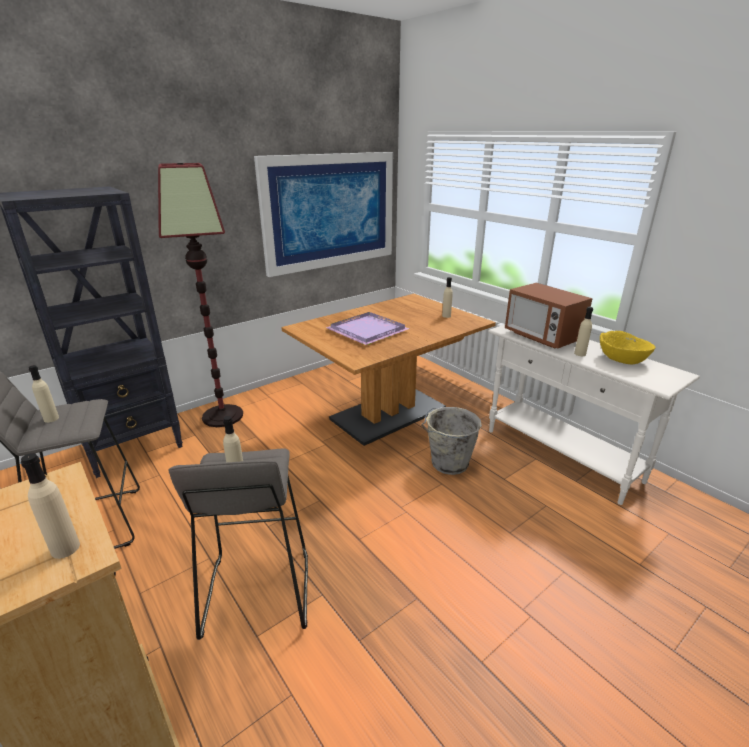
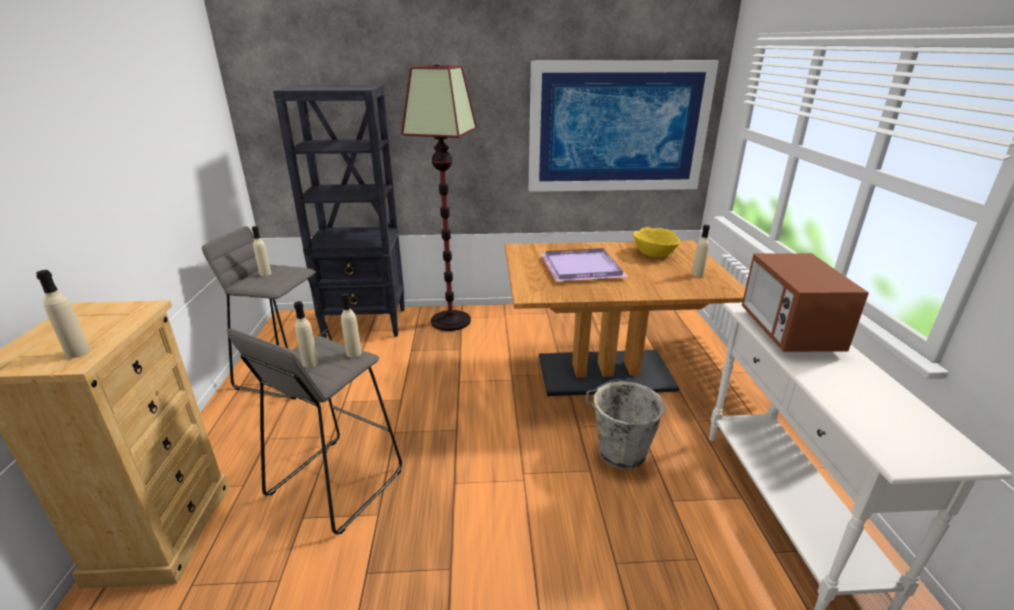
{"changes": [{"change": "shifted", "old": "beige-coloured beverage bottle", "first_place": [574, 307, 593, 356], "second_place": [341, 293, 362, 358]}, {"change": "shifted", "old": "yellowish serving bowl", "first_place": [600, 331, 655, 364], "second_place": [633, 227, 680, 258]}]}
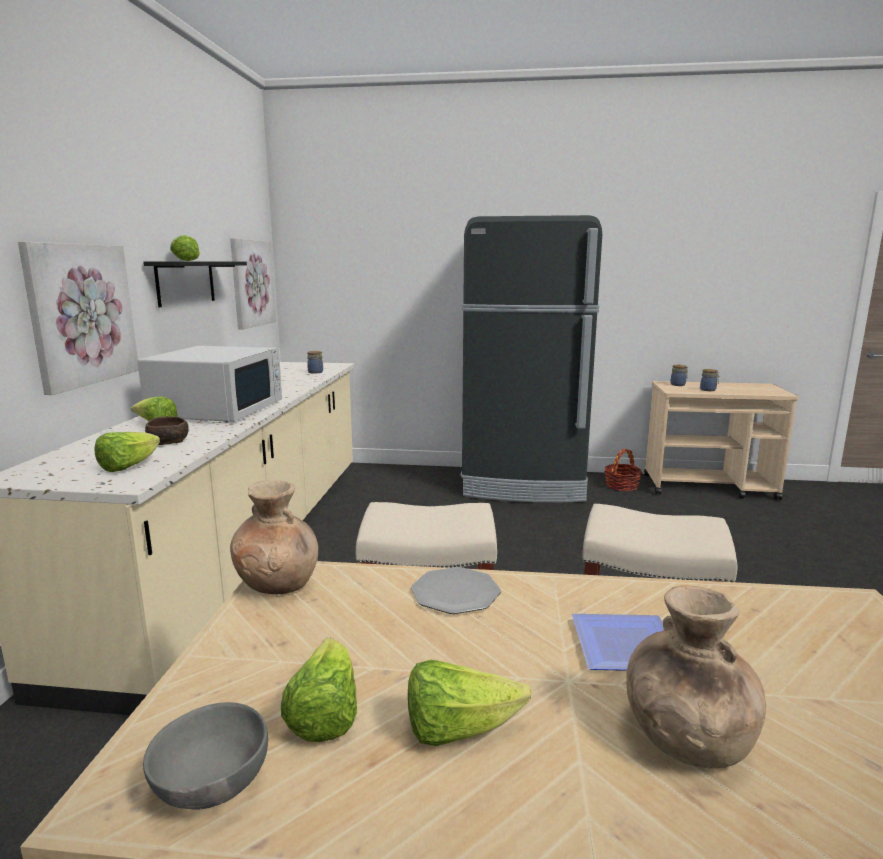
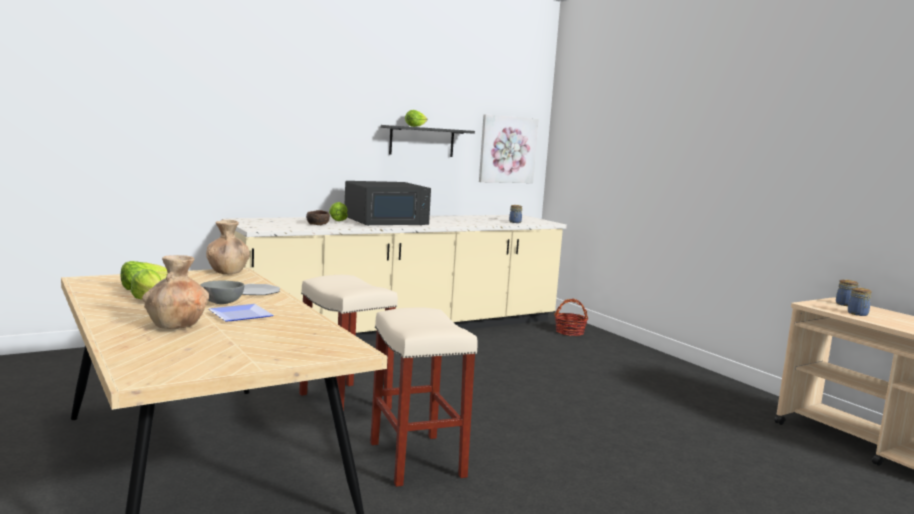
{"changes": [{"change": "gone", "old": "wall picture", "first_place": [18, 242, 139, 395]}, {"change": "gone", "old": "head of lettuce", "first_place": [95, 432, 160, 472]}, {"change": "gone", "old": "blackish kitchen fridge", "first_place": [461, 215, 602, 503]}, {"change": "shifted", "old": "greyish serving bowl", "first_place": [143, 702, 268, 810], "second_place": [200, 281, 244, 304]}, {"change": "shifted", "old": "basket", "first_place": [604, 449, 642, 491], "second_place": [554, 299, 588, 336]}, {"change": "repainted", "old": "white kitchen microwave", "new": "blackish kitchen microwave", "first_place": [137, 346, 282, 422], "second_place": [345, 181, 431, 226]}]}
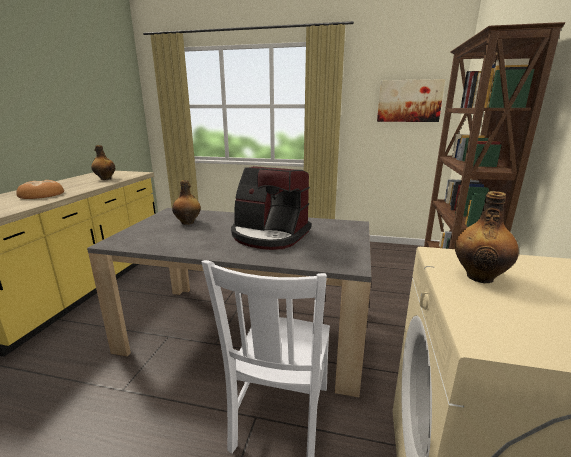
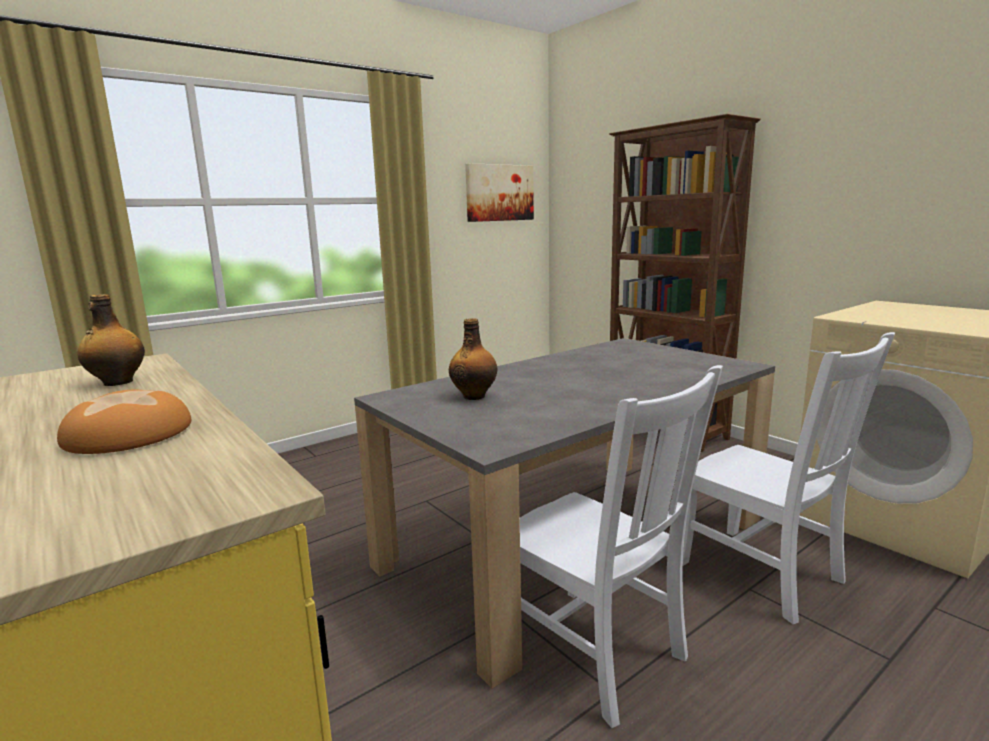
{"changes": [{"change": "gone", "old": "coffee brewer", "first_place": [231, 166, 311, 250]}, {"change": "gone", "old": "beverage bottle", "first_place": [455, 191, 519, 283]}, {"change": "new", "new": "white upright chair", "second_place": [520, 365, 723, 728]}]}
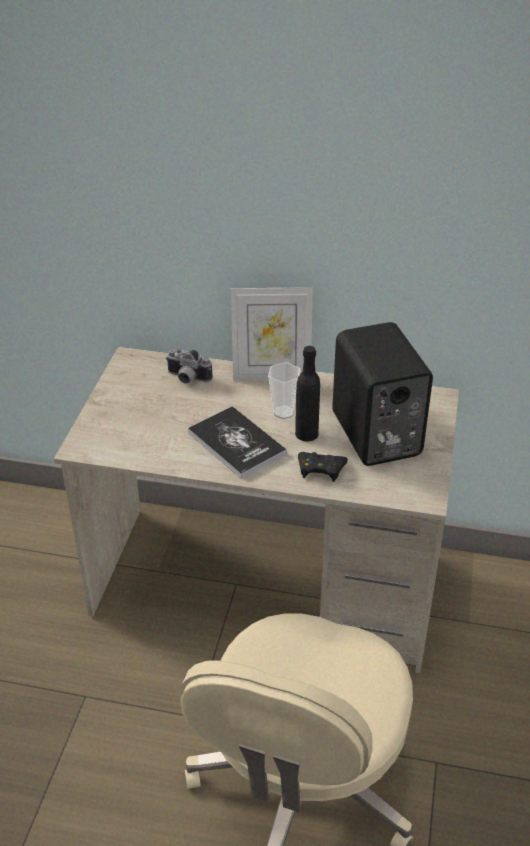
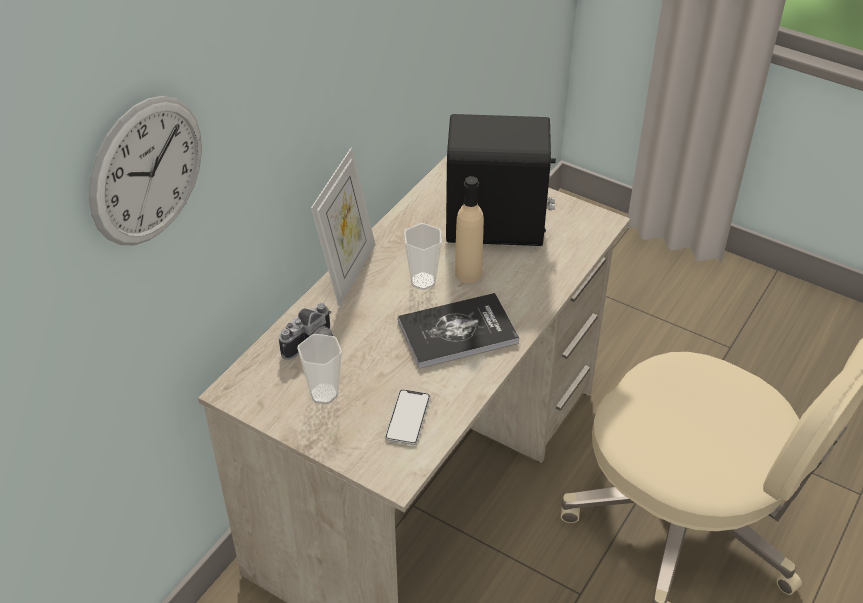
{"changes": [{"change": "gone", "old": "blackish game controller", "first_place": [298, 452, 348, 482]}, {"change": "new", "new": "wall clock", "second_place": [89, 96, 202, 245]}, {"change": "new", "new": "small cup", "second_place": [297, 334, 342, 404]}, {"change": "new", "new": "handset", "second_place": [385, 389, 431, 445]}, {"change": "repainted", "old": "blackish beverage bottle", "new": "beige-coloured beverage bottle", "first_place": [295, 346, 320, 441], "second_place": [455, 176, 484, 283]}]}
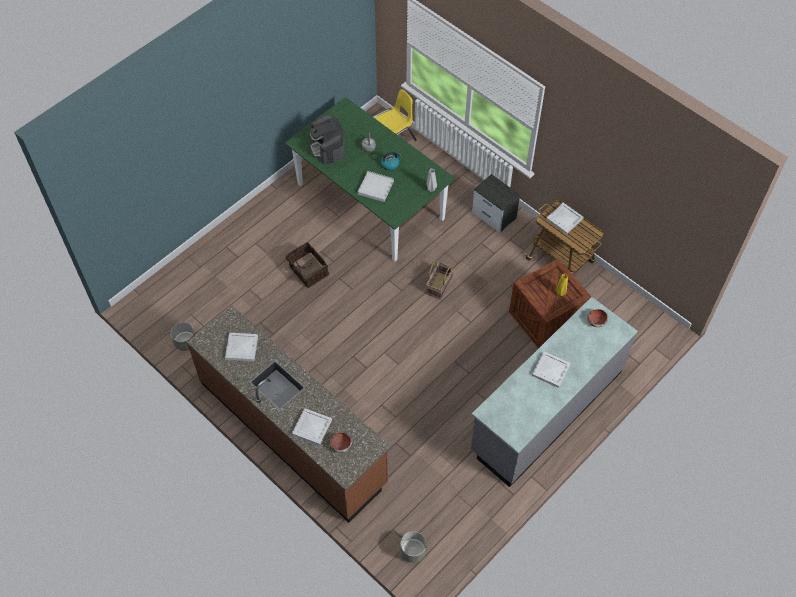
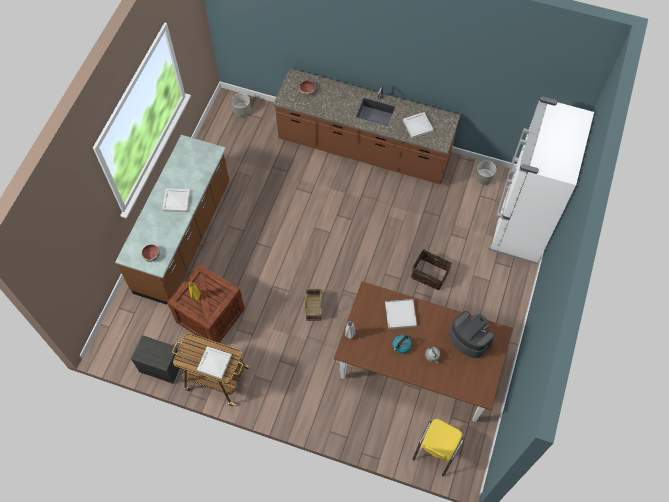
{"changes": [{"change": "gone", "old": "white tray", "first_place": [292, 408, 332, 446]}, {"change": "new", "new": "white kitchen fridge", "second_place": [488, 96, 594, 264]}, {"change": "shifted", "old": "nightstand", "first_place": [472, 174, 520, 233], "second_place": [131, 335, 182, 384]}, {"change": "repainted", "old": "green kitchen table", "new": "brownish kitchen table", "first_place": [285, 97, 455, 262], "second_place": [334, 281, 513, 422]}, {"change": "repainted", "old": "greyish counter", "new": "brownish counter", "first_place": [471, 297, 637, 487], "second_place": [115, 135, 229, 305]}]}
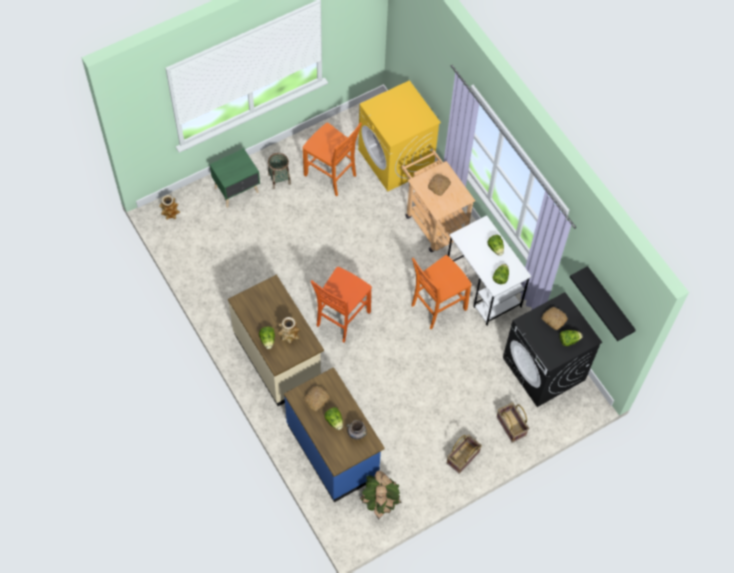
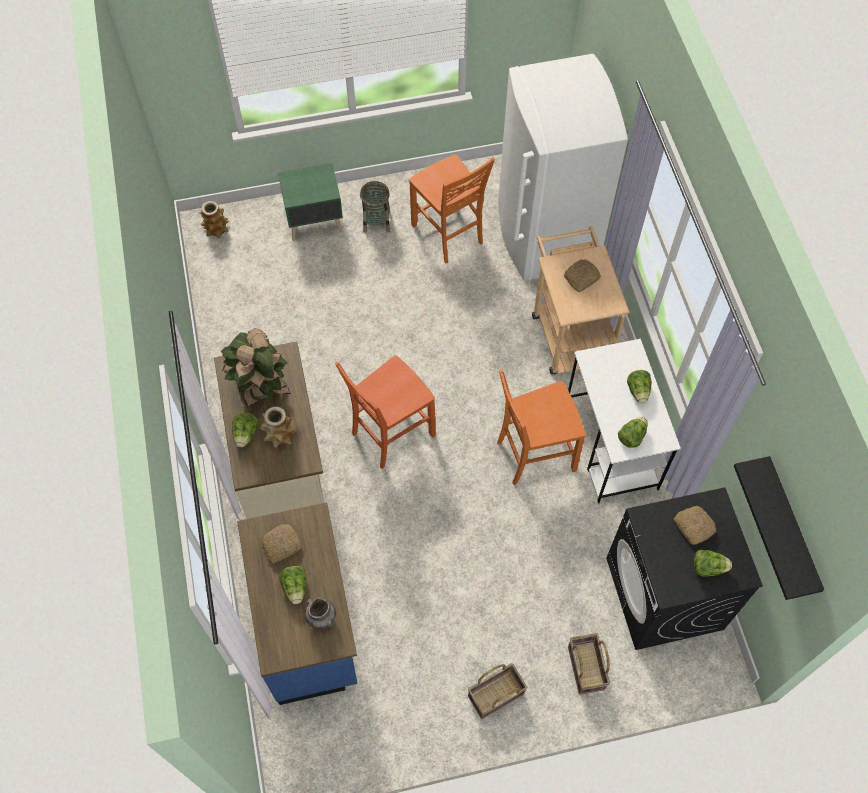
{"changes": [{"change": "shifted", "old": "houseplant", "first_place": [360, 471, 402, 519], "second_place": [220, 328, 291, 408]}, {"change": "swapped", "old": "yellowish laundry machine", "new": "white kitchen fridge", "first_place": [358, 80, 441, 191], "second_place": [498, 54, 628, 281]}]}
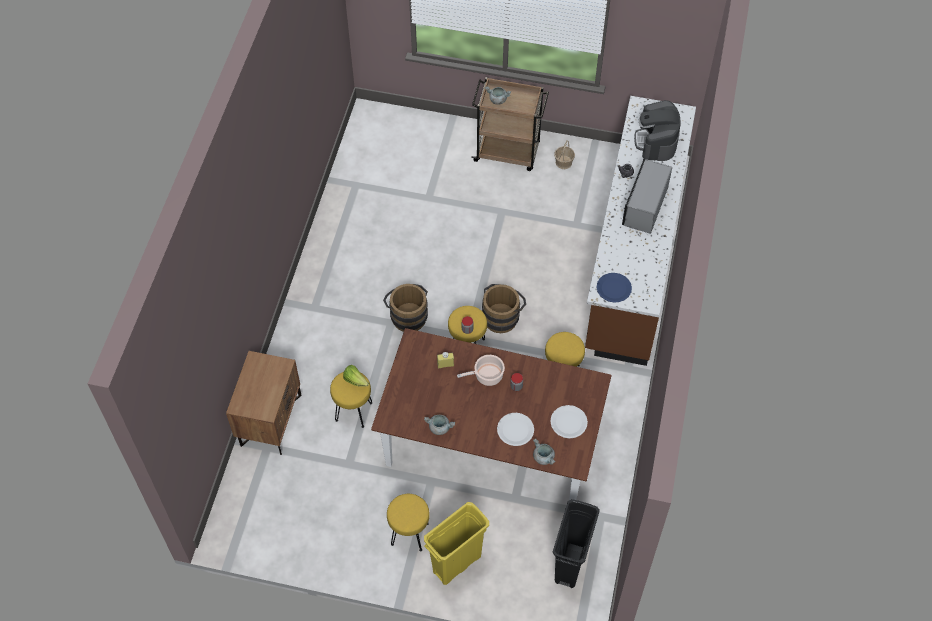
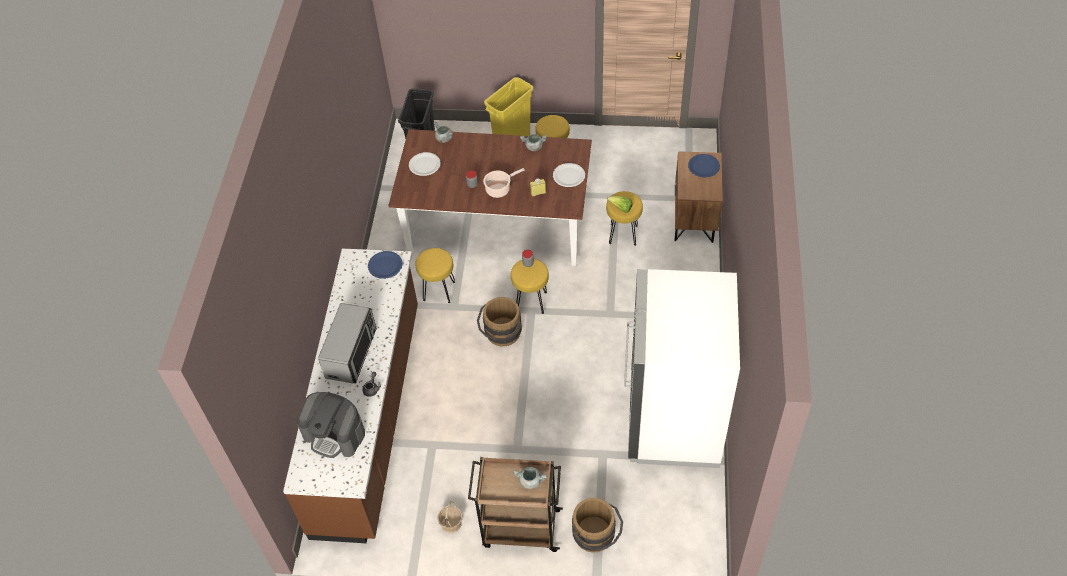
{"changes": [{"change": "new", "new": "white kitchen fridge", "second_place": [624, 269, 740, 468]}, {"change": "new", "new": "blue-coloured flat dish", "second_place": [688, 154, 720, 178]}, {"change": "shifted", "old": "brownish bucket", "first_place": [383, 284, 428, 332], "second_place": [572, 498, 623, 553]}, {"change": "shifted", "old": "white flat dish", "first_place": [497, 413, 534, 446], "second_place": [553, 163, 585, 187]}, {"change": "rotated", "old": "coffee brewer", "first_place": [634, 100, 681, 161], "second_place": [297, 392, 365, 458], "degrees": 120}]}
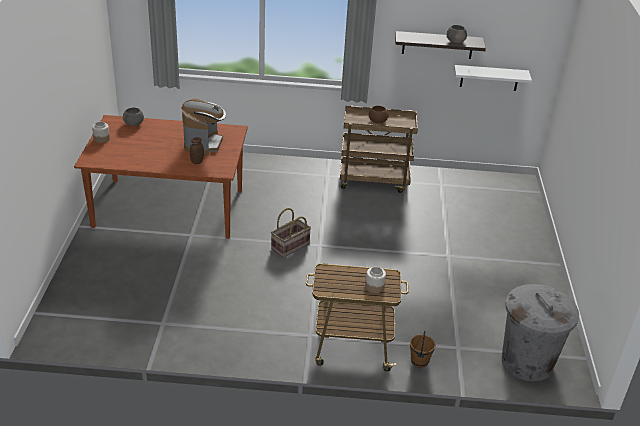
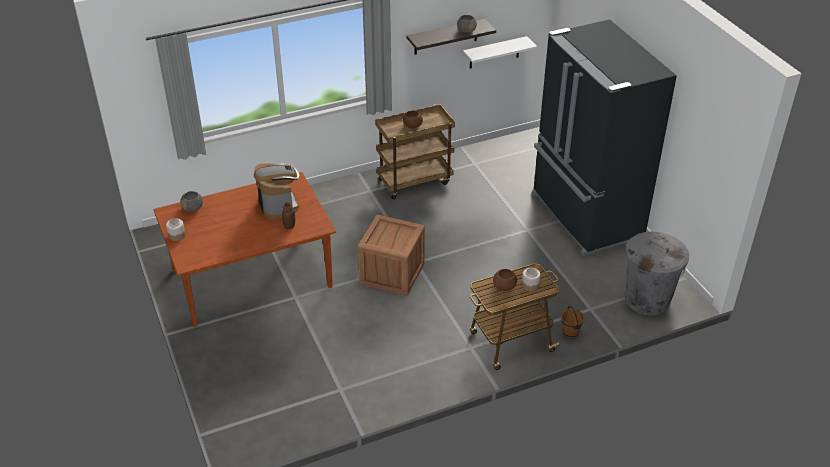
{"changes": [{"change": "new", "new": "brownish serving bowl", "second_place": [493, 269, 517, 291]}, {"change": "new", "new": "blackish kitchen fridge", "second_place": [531, 20, 677, 256]}, {"change": "swapped", "old": "basket", "new": "shipping crate", "first_place": [271, 208, 311, 258], "second_place": [358, 215, 425, 296]}]}
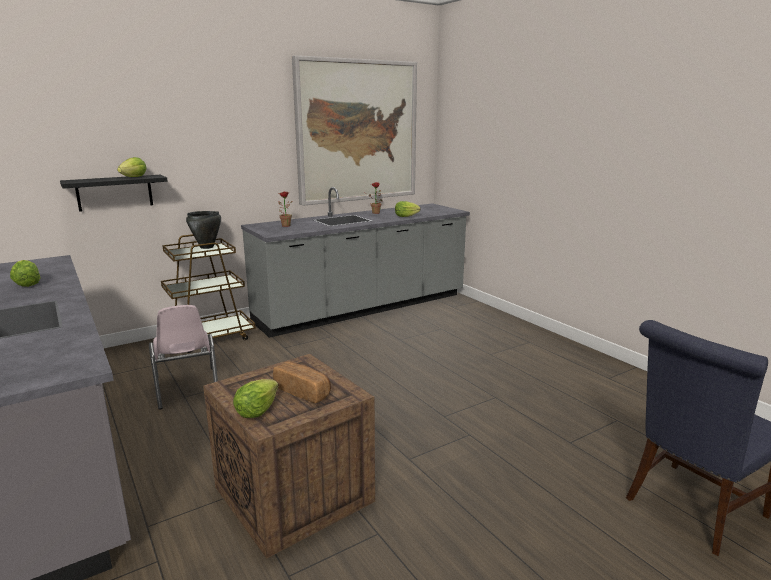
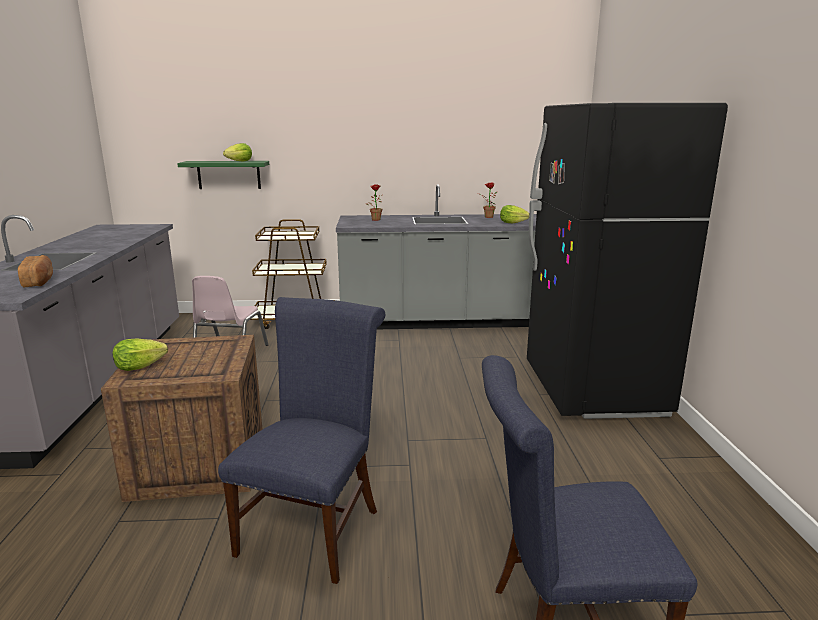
{"changes": [{"change": "gone", "old": "head of lettuce", "first_place": [10, 260, 41, 287]}, {"change": "gone", "old": "blackish cooking pot", "first_place": [186, 211, 221, 249]}, {"change": "gone", "old": "wall picture", "first_place": [292, 55, 417, 206]}, {"change": "new", "new": "blue-coloured upright chair", "second_place": [218, 297, 385, 584]}, {"change": "new", "new": "blackish kitchen fridge", "second_place": [527, 103, 728, 419]}, {"change": "shifted", "old": "bakery bread", "first_place": [273, 361, 331, 403], "second_place": [18, 255, 53, 287]}, {"change": "repainted", "old": "blackish bracket shelf", "new": "green bracket shelf", "first_place": [60, 175, 168, 212], "second_place": [177, 161, 269, 189]}]}
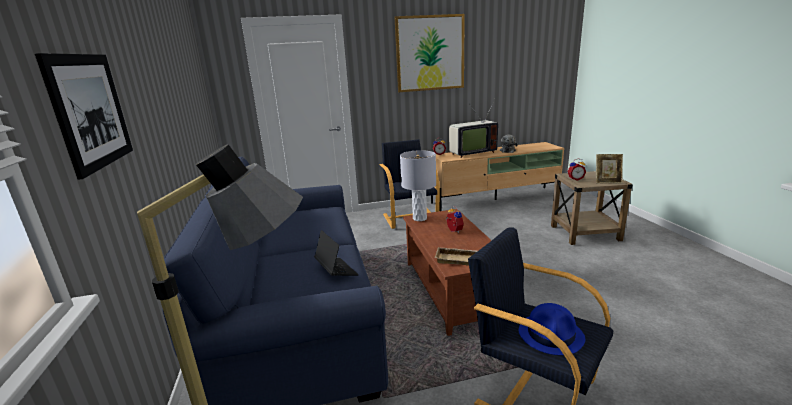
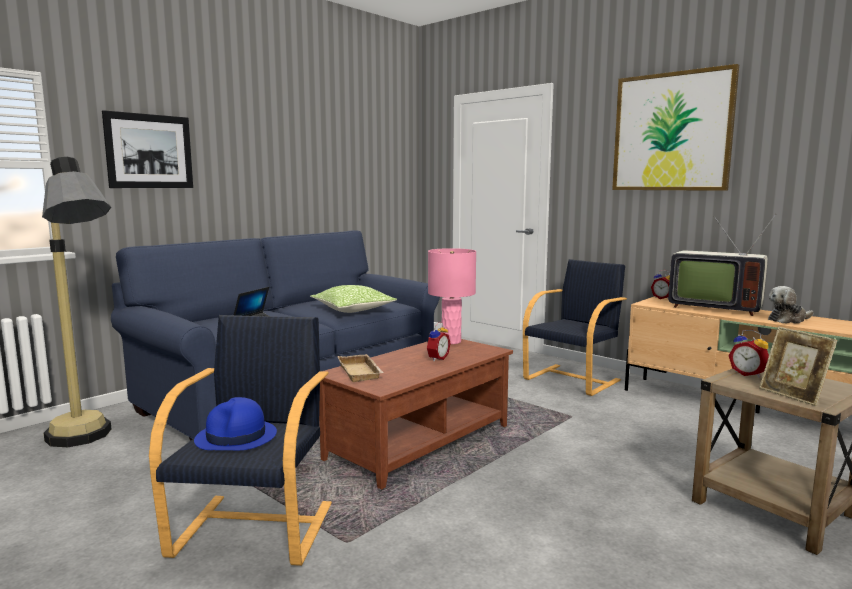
{"changes": [{"change": "new", "new": "throw pillow", "second_place": [310, 285, 397, 313]}, {"change": "repainted", "old": "greyish tabletop lamp", "new": "pink tabletop lamp", "first_place": [400, 150, 436, 221], "second_place": [428, 248, 476, 344]}]}
